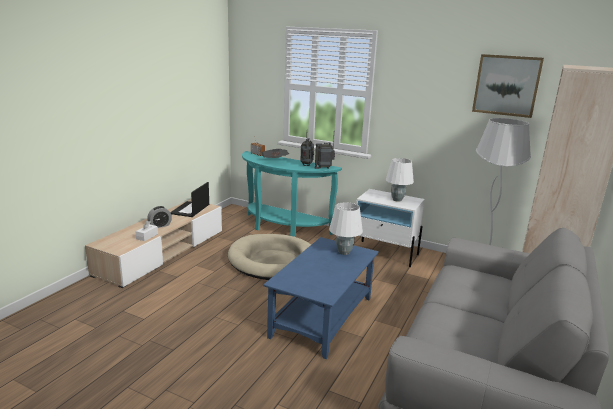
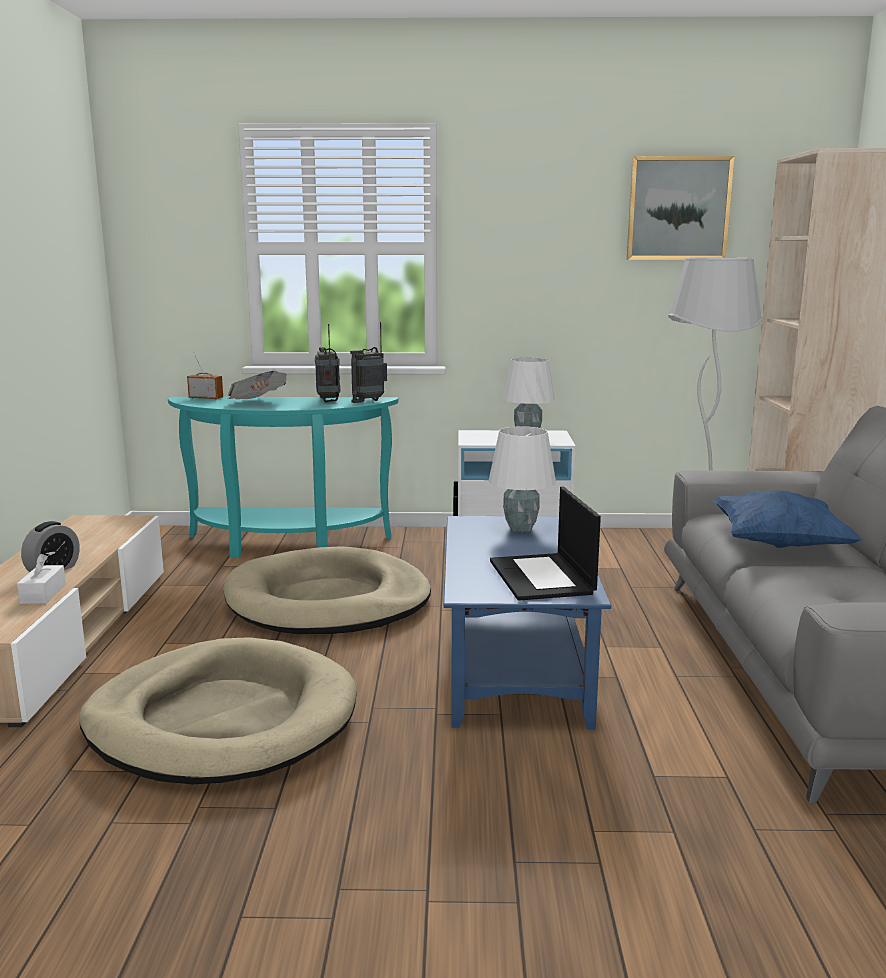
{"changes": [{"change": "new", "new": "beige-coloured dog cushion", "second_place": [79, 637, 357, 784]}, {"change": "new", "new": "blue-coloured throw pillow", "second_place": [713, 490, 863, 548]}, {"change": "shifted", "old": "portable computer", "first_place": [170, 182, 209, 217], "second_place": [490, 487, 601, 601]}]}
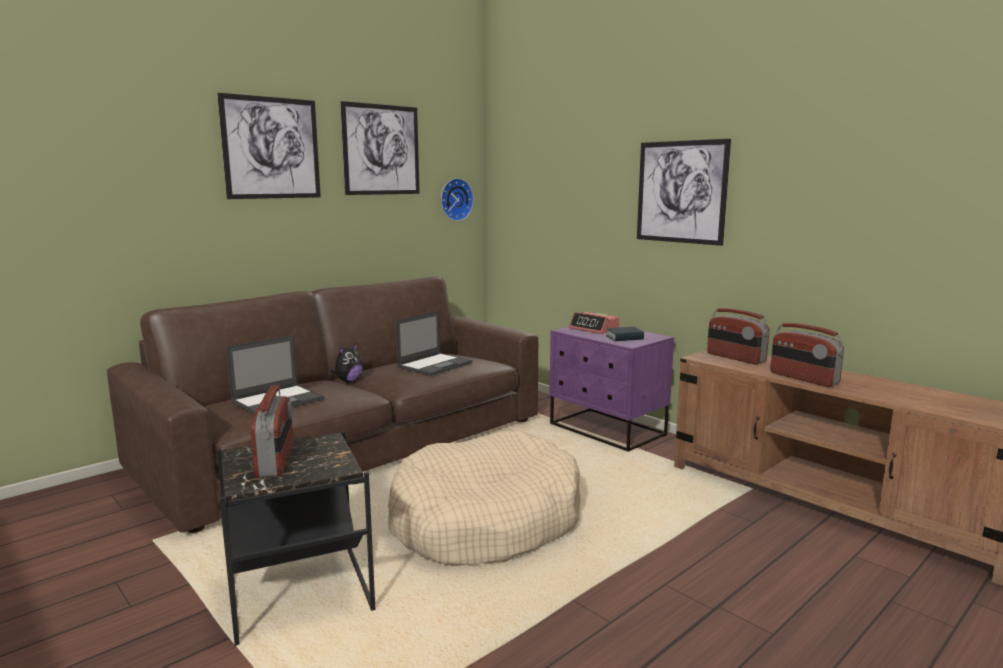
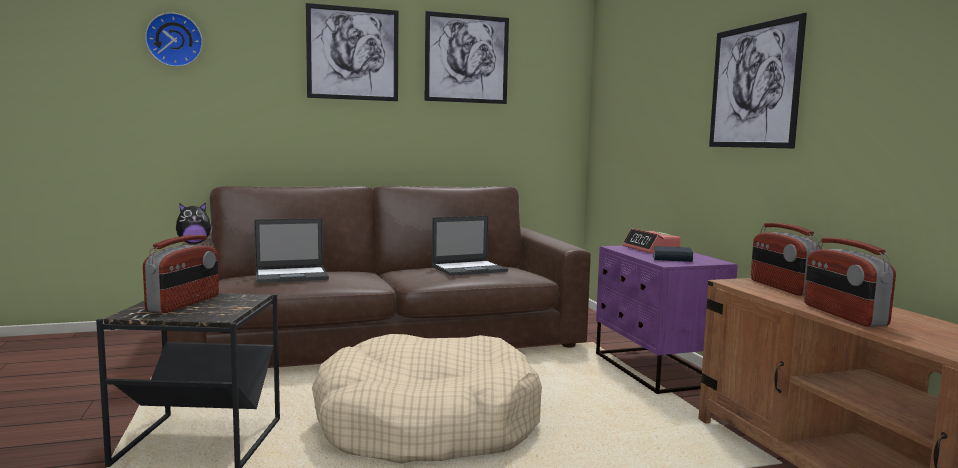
{"changes": [{"change": "shifted", "old": "plush toy", "first_place": [330, 343, 364, 382], "second_place": [176, 203, 213, 244]}, {"change": "shifted", "old": "wall clock", "first_place": [441, 178, 474, 221], "second_place": [145, 13, 203, 67]}]}
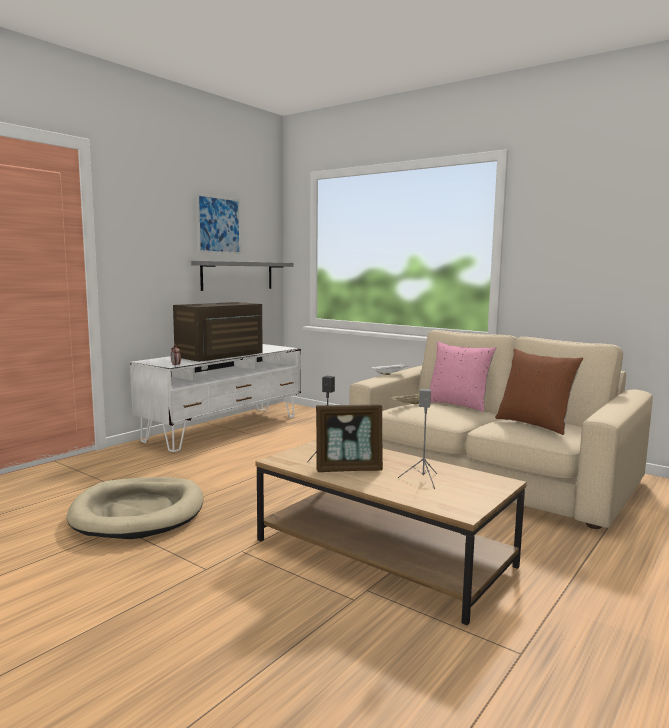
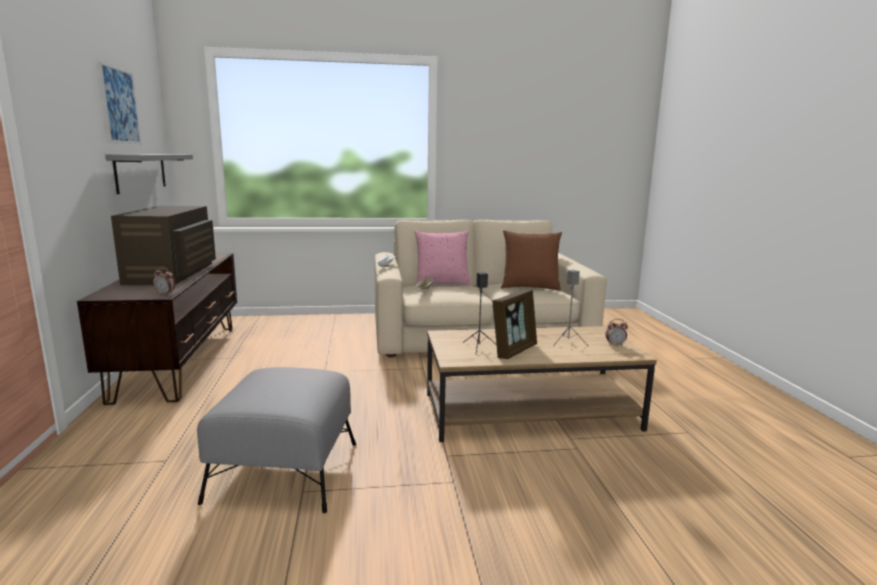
{"changes": [{"change": "new", "new": "table clock", "second_place": [605, 319, 628, 346]}, {"change": "swapped", "old": "beige-coloured dog cushion", "new": "greyish footrest", "first_place": [67, 477, 203, 539], "second_place": [197, 367, 356, 513]}, {"change": "repainted", "old": "white tv stand", "new": "brownish tv stand", "first_place": [130, 344, 301, 452], "second_place": [77, 253, 237, 405]}]}
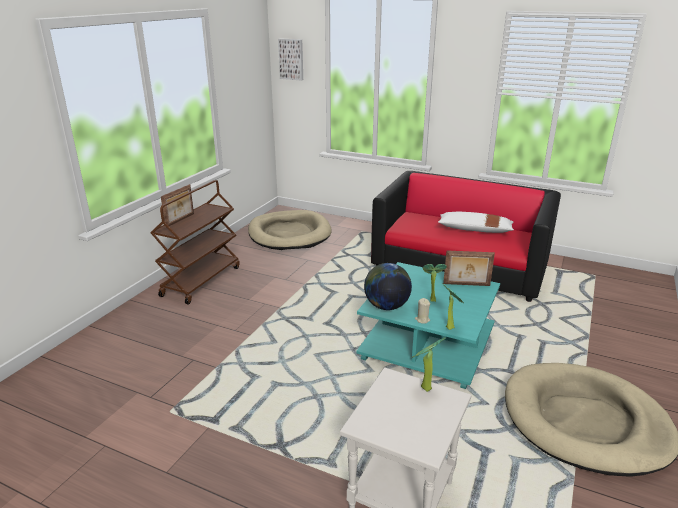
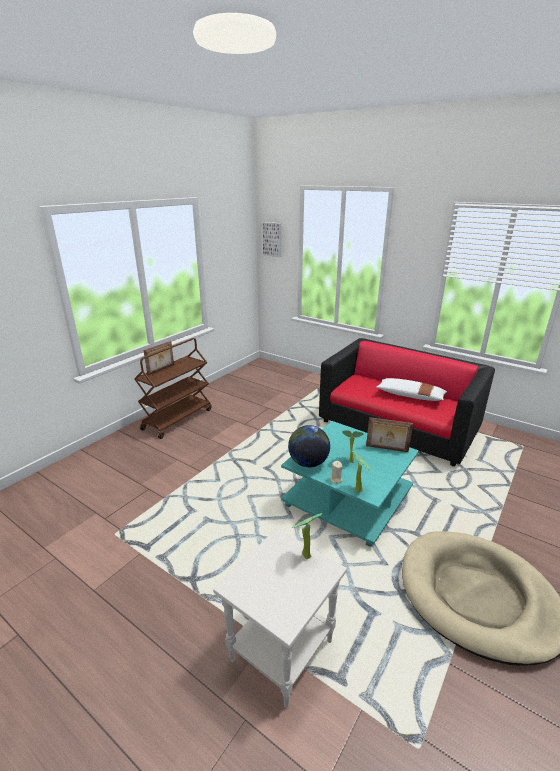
{"changes": [{"change": "gone", "old": "beige-coloured dog cushion", "first_place": [248, 210, 332, 250]}]}
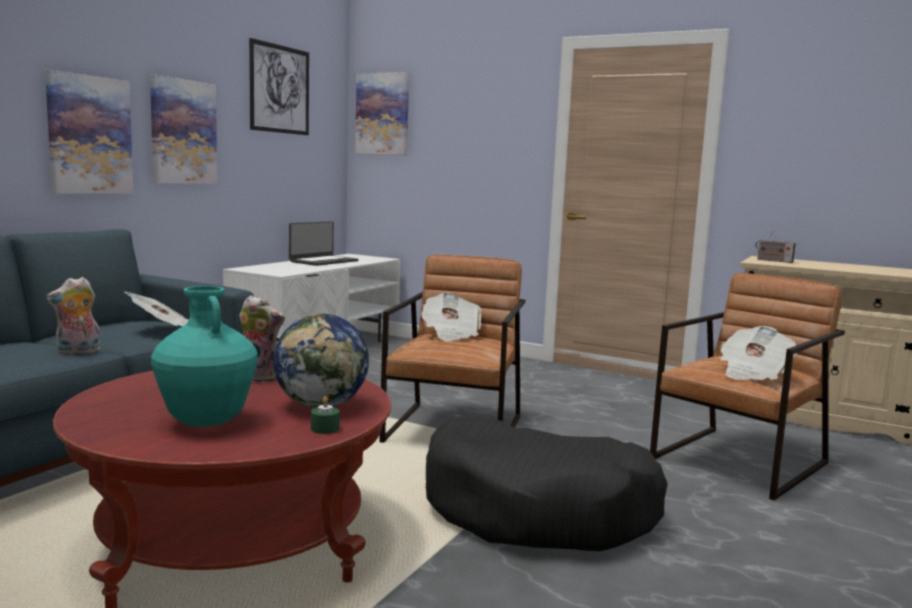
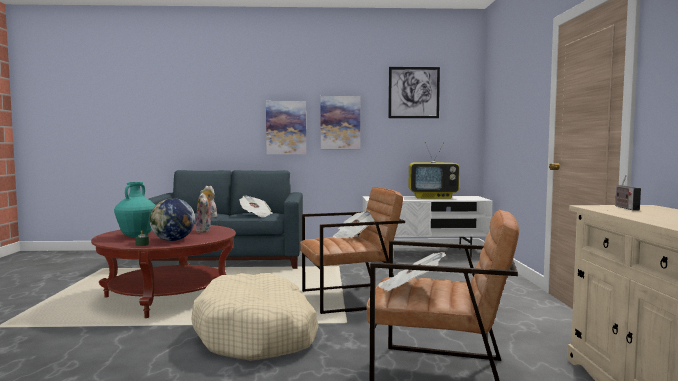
{"changes": [{"change": "gone", "old": "wall picture", "first_place": [355, 72, 409, 155]}, {"change": "swapped", "old": "portable computer", "new": "TV", "first_place": [289, 221, 358, 266], "second_place": [409, 142, 460, 199]}, {"change": "repainted", "old": "blackish dog cushion", "new": "beige-coloured dog cushion", "first_place": [426, 417, 668, 551], "second_place": [191, 273, 319, 361]}]}
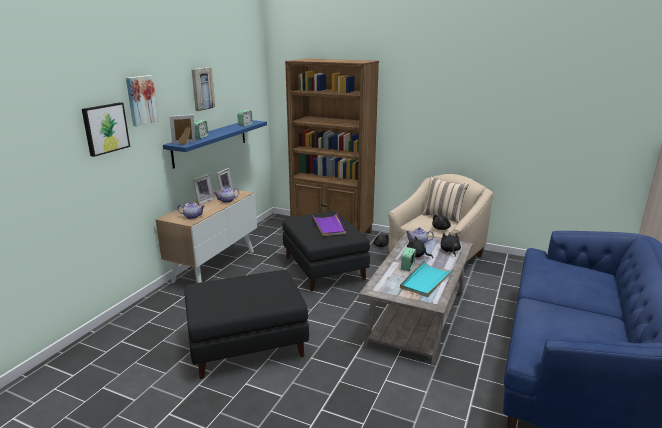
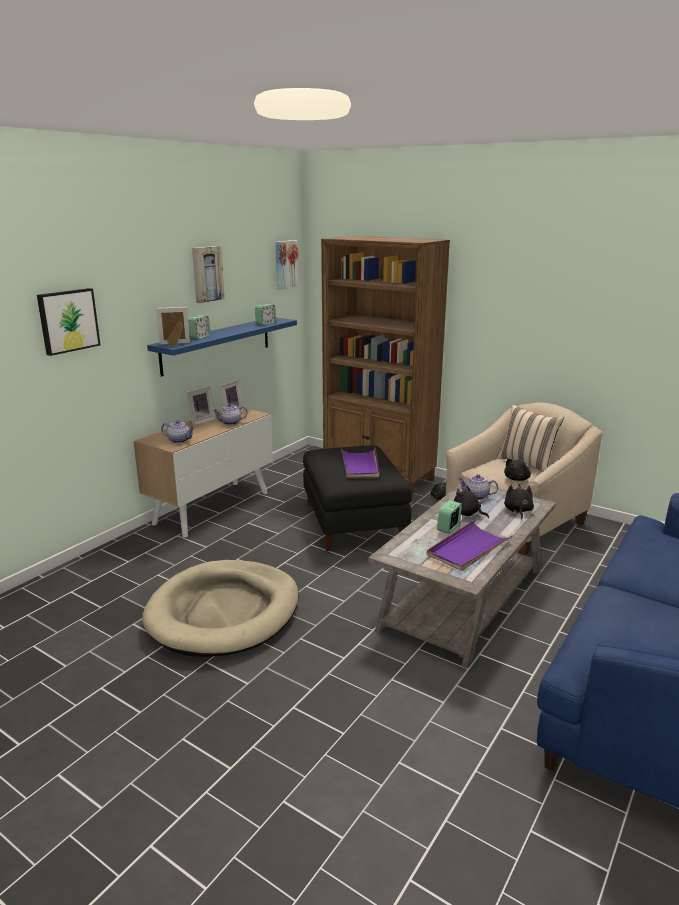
{"changes": [{"change": "shifted", "old": "wall picture", "first_place": [126, 75, 159, 126], "second_place": [275, 240, 299, 290]}, {"change": "swapped", "old": "blackish footrest", "new": "beige-coloured dog cushion", "first_place": [184, 270, 309, 379], "second_place": [142, 560, 299, 657]}, {"change": "repainted", "old": "blue-green tray", "new": "purple tray", "first_place": [400, 260, 454, 297], "second_place": [427, 520, 512, 571]}]}
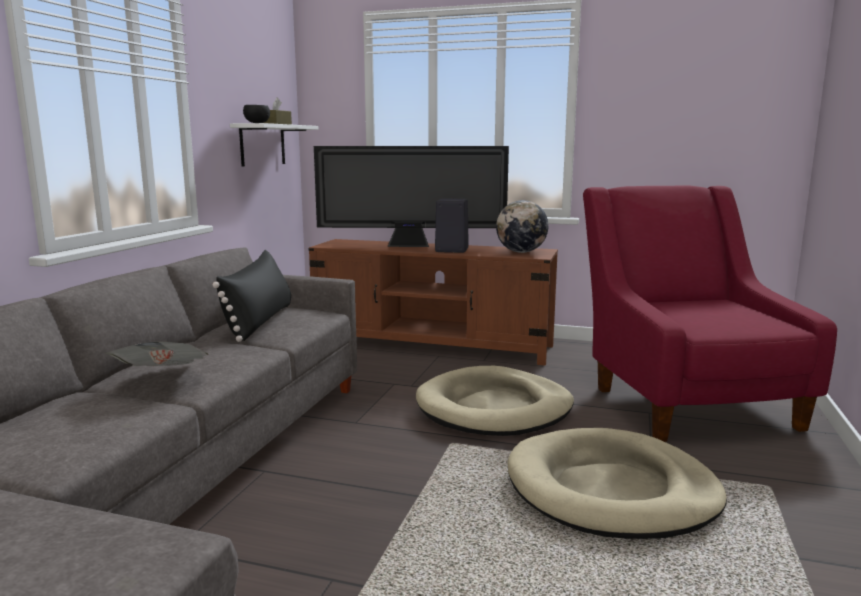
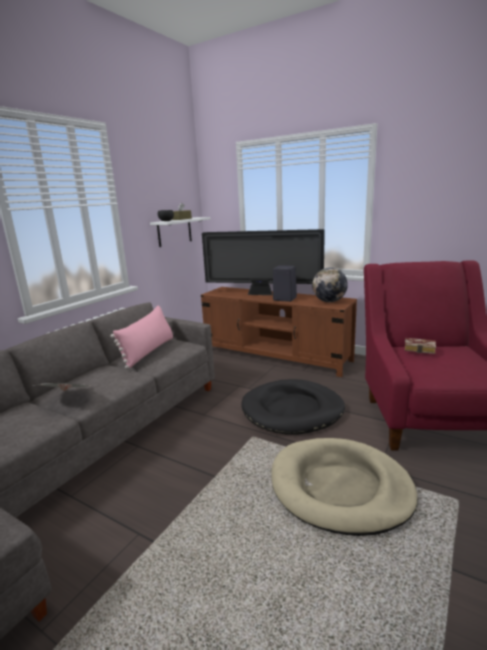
{"changes": [{"change": "new", "new": "book", "second_place": [404, 338, 436, 354]}, {"change": "repainted", "old": "blackish throw pillow", "new": "pink throw pillow", "first_place": [213, 250, 291, 342], "second_place": [110, 305, 173, 369]}, {"change": "repainted", "old": "beige-coloured dog cushion", "new": "blackish dog cushion", "first_place": [416, 366, 574, 436], "second_place": [242, 379, 345, 435]}]}
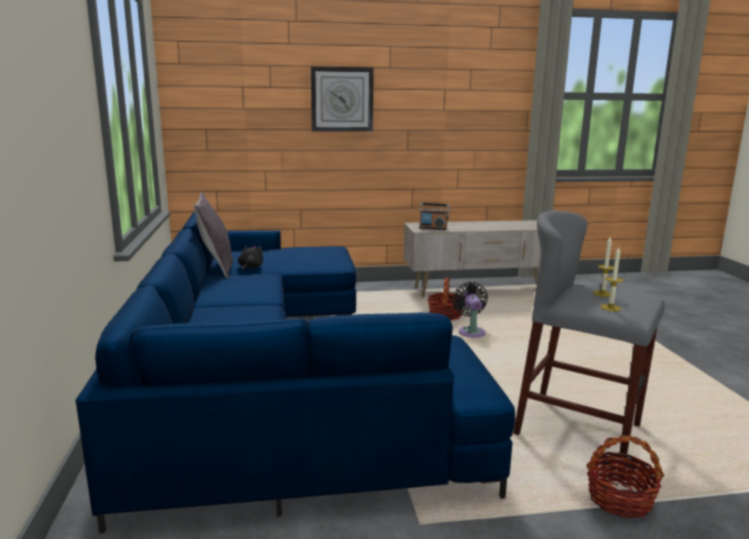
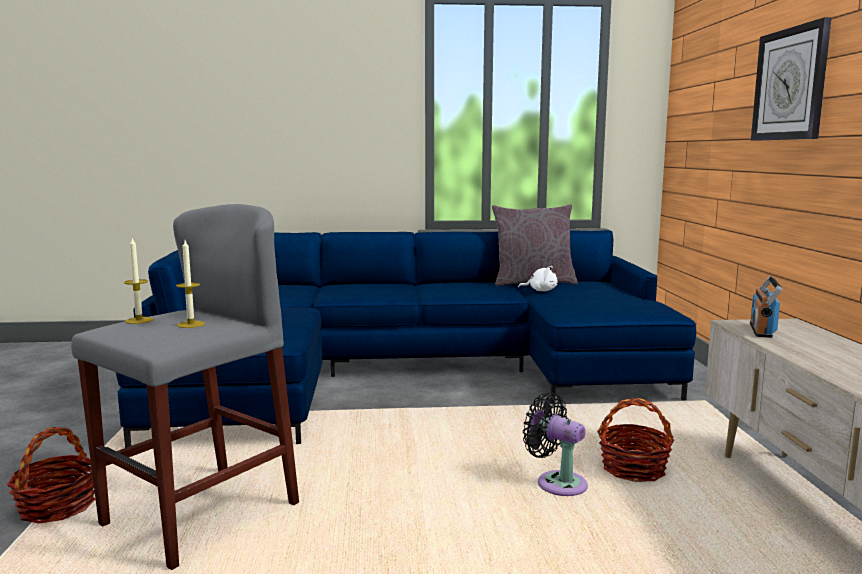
{"changes": [{"change": "repainted", "old": "blackish plush toy", "new": "white plush toy", "first_place": [238, 245, 263, 271], "second_place": [518, 266, 558, 291]}, {"change": "rotated", "old": "blackish fan", "first_place": [452, 282, 488, 338], "second_place": [523, 392, 588, 496], "degrees": -135}]}
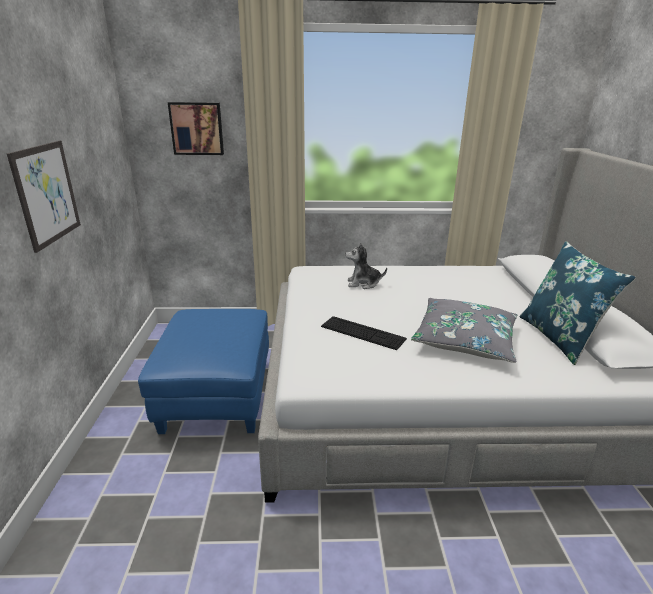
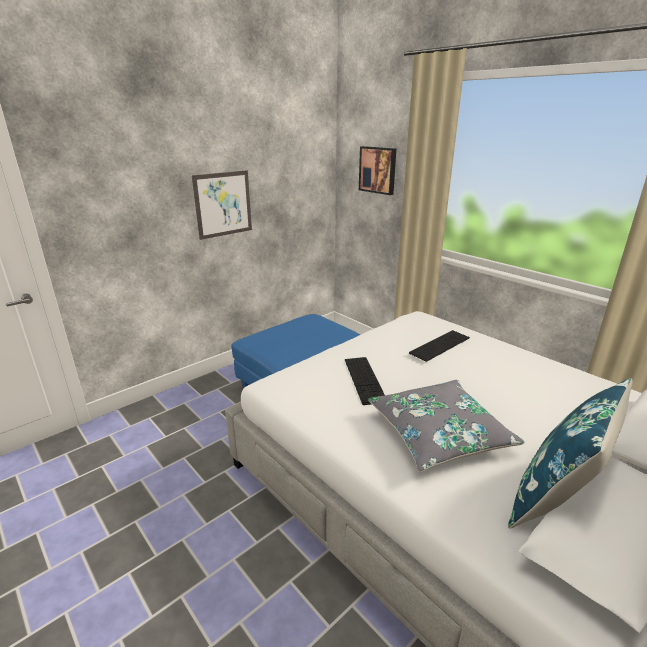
{"changes": [{"change": "swapped", "old": "plush toy", "new": "keyboard", "first_place": [345, 243, 387, 289], "second_place": [409, 330, 470, 362]}]}
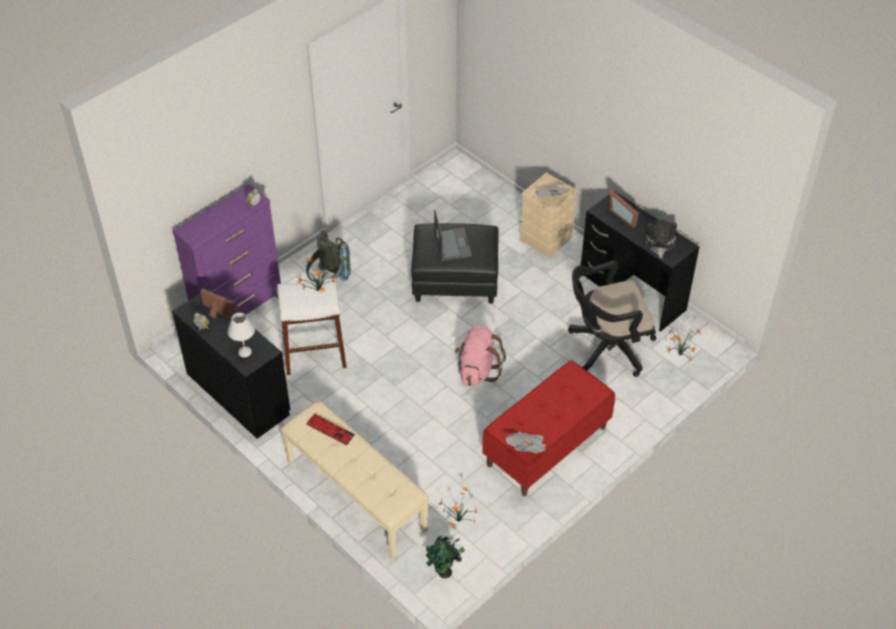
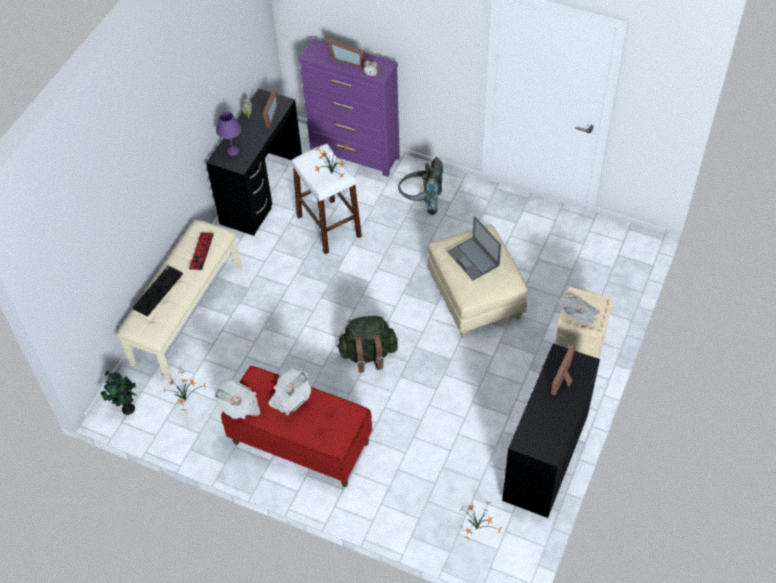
{"changes": [{"change": "gone", "old": "blackish desk chair", "first_place": [568, 261, 656, 377]}, {"change": "gone", "old": "plush toy", "first_place": [645, 220, 677, 259]}, {"change": "new", "new": "keyboard", "second_place": [132, 266, 183, 317]}, {"change": "new", "new": "printed paper", "second_place": [269, 369, 311, 415]}, {"change": "new", "new": "photo frame", "second_place": [327, 38, 365, 68]}, {"change": "repainted", "old": "white tabletop lamp", "new": "purple tabletop lamp", "first_place": [228, 313, 255, 357], "second_place": [216, 112, 241, 156]}, {"change": "repainted", "old": "blackish footrest", "new": "beige-coloured footrest", "first_place": [411, 223, 499, 304], "second_place": [427, 224, 528, 338]}, {"change": "repainted", "old": "pink backpack", "new": "green backpack", "first_place": [455, 326, 506, 386], "second_place": [337, 316, 398, 372]}, {"change": "rotated", "old": "portable computer", "first_place": [434, 210, 472, 261], "second_place": [447, 216, 501, 281], "degrees": 90}]}
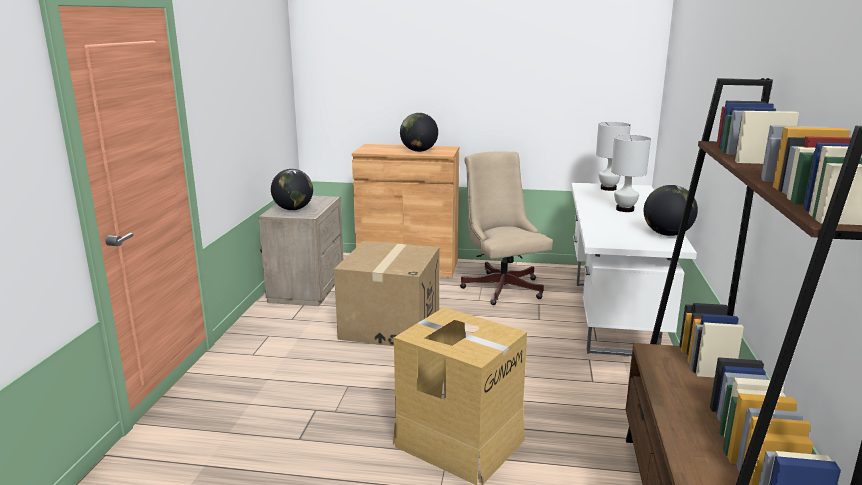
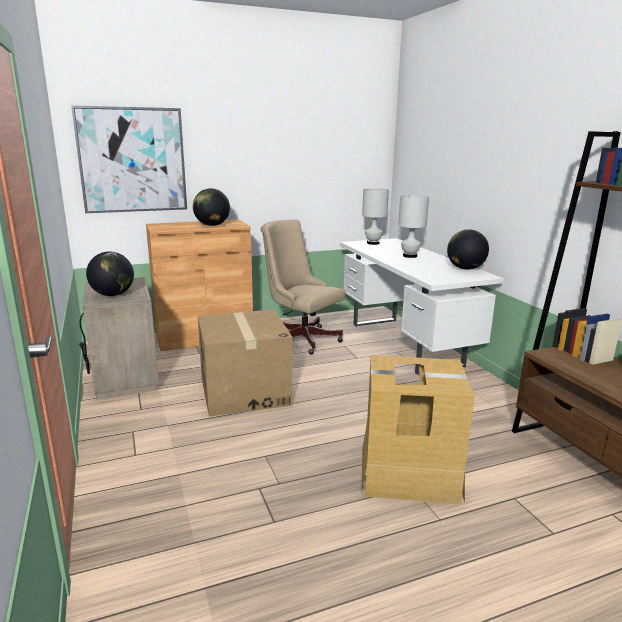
{"changes": [{"change": "new", "new": "wall picture", "second_place": [71, 105, 187, 213]}]}
